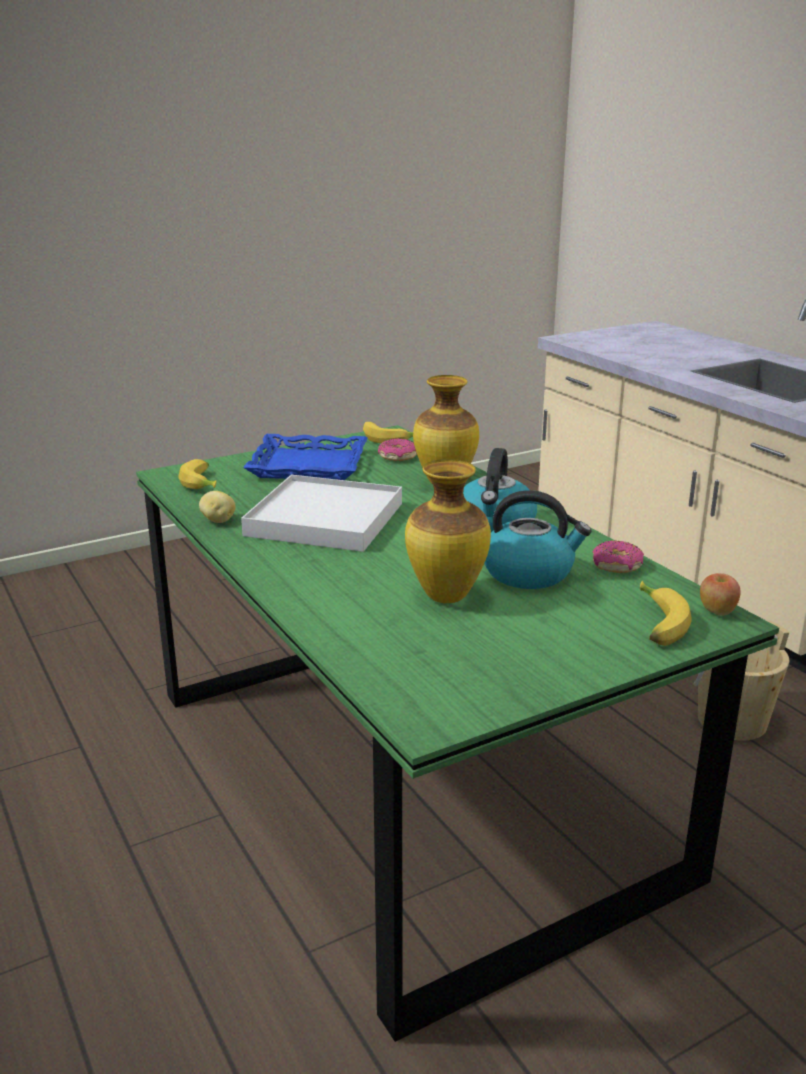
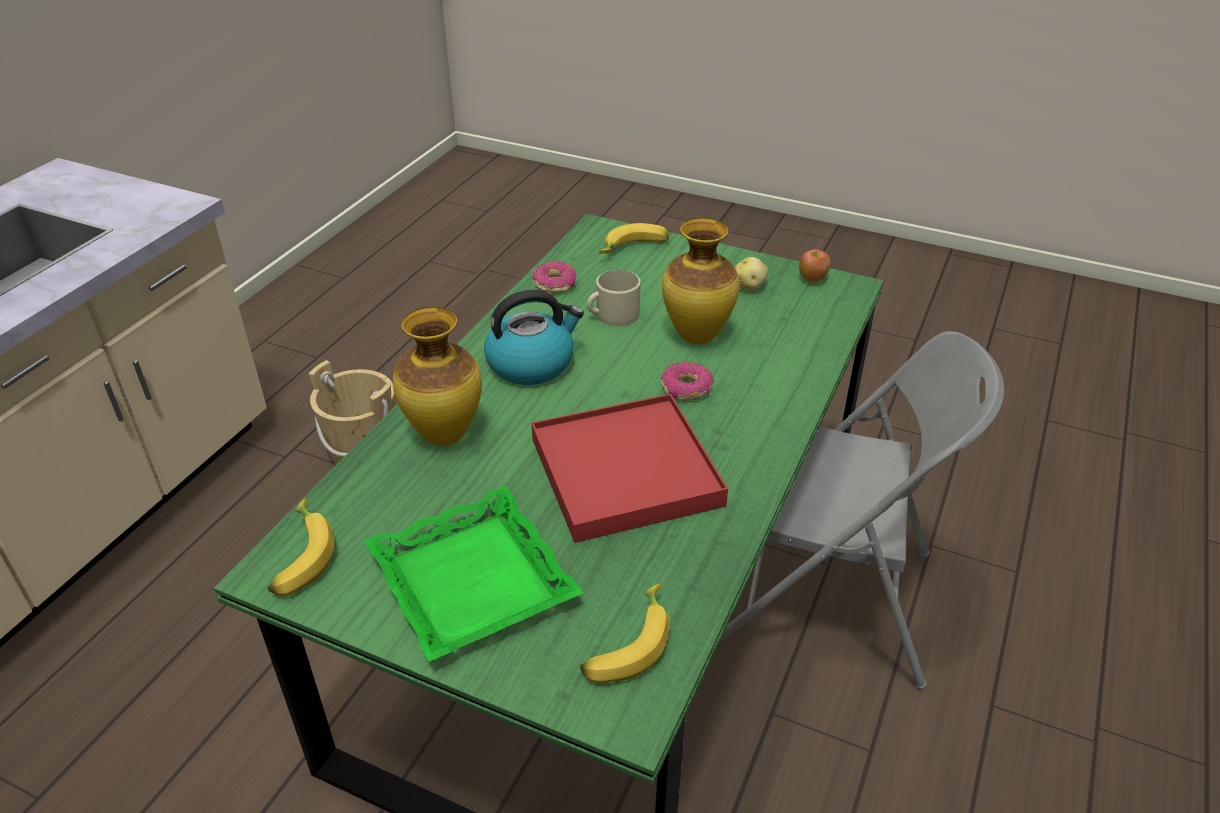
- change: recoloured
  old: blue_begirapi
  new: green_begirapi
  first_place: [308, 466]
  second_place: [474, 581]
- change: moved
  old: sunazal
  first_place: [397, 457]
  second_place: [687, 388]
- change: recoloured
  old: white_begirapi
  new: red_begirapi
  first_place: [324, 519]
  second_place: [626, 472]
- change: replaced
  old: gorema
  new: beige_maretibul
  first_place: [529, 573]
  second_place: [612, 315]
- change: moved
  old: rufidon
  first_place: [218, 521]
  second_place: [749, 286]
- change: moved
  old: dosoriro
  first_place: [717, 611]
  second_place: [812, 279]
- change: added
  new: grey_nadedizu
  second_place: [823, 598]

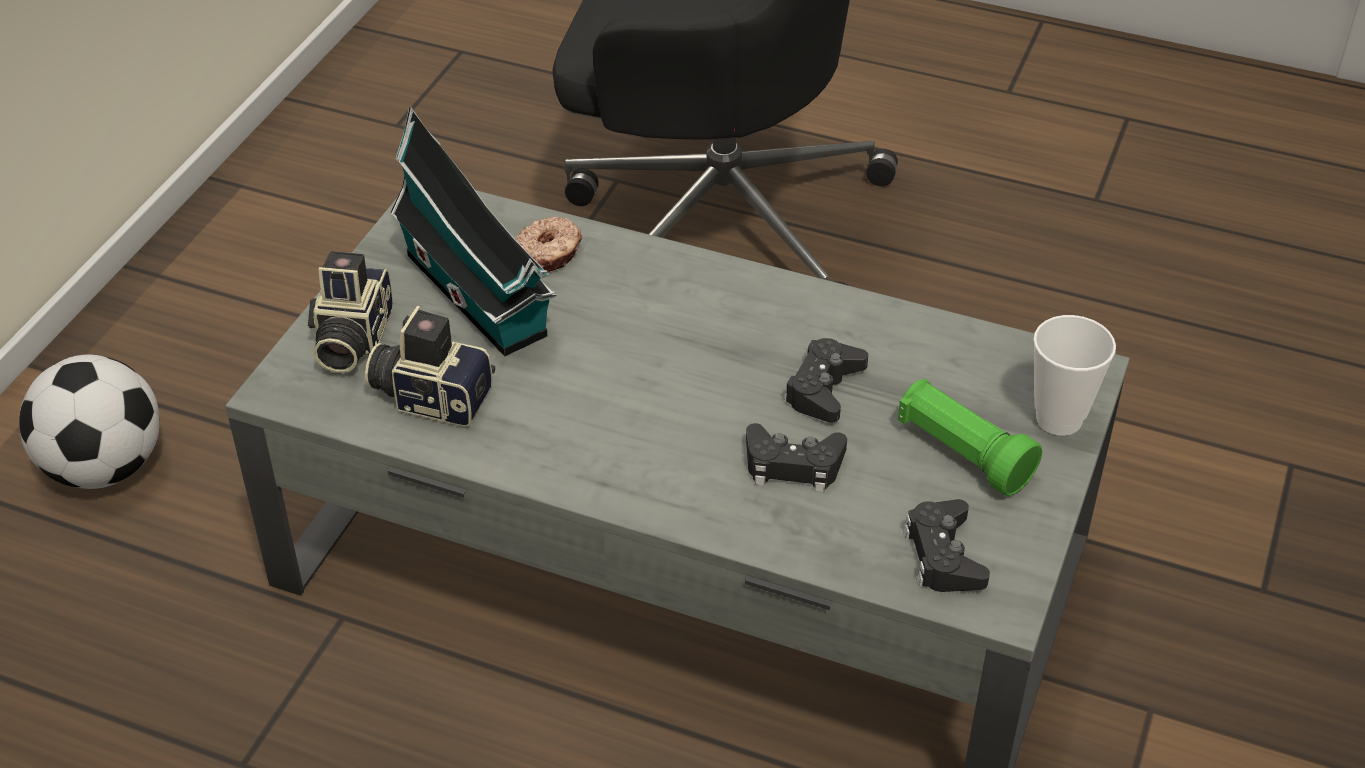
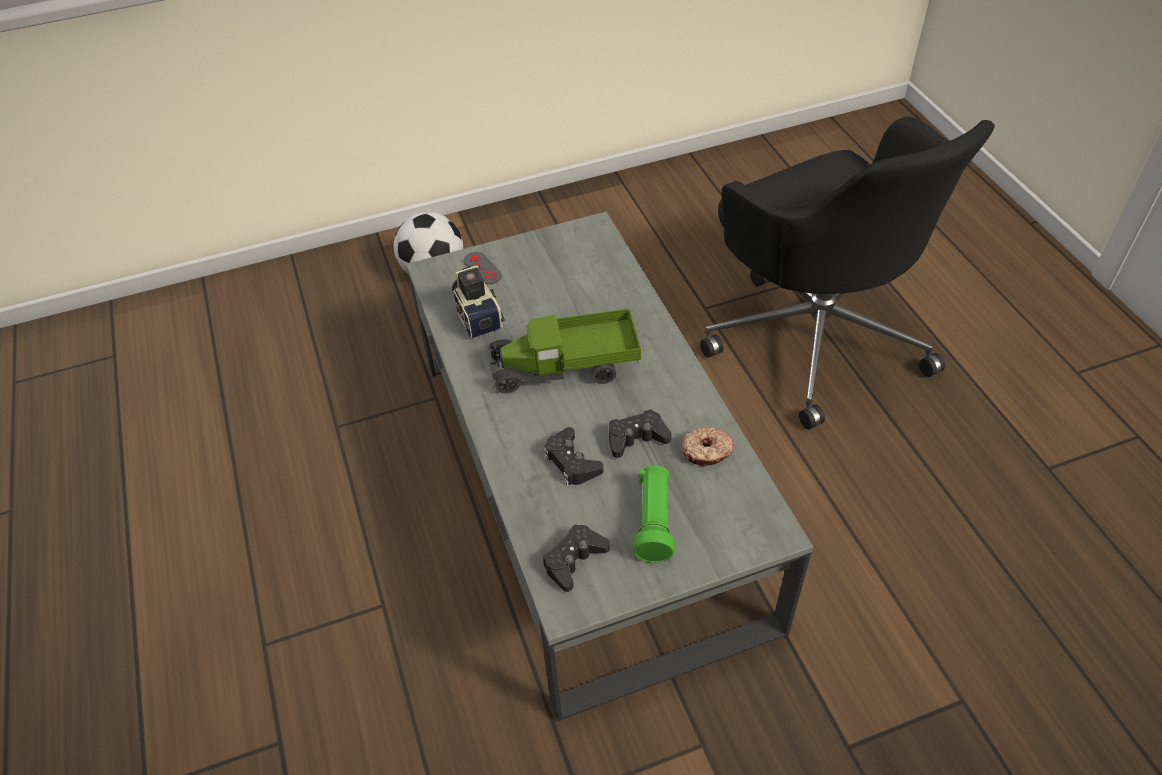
- change: removed
  old: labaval
  first_place: [480, 299]
- change: moved
  old: sunazal
  first_place: [549, 254]
  second_place: [706, 452]
- change: replaced
  old: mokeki
  new: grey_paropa
  first_place: [350, 339]
  second_place: [482, 268]
- change: removed
  old: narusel
  first_place: [1059, 419]
- change: added
  new: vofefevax
  second_place: [566, 368]

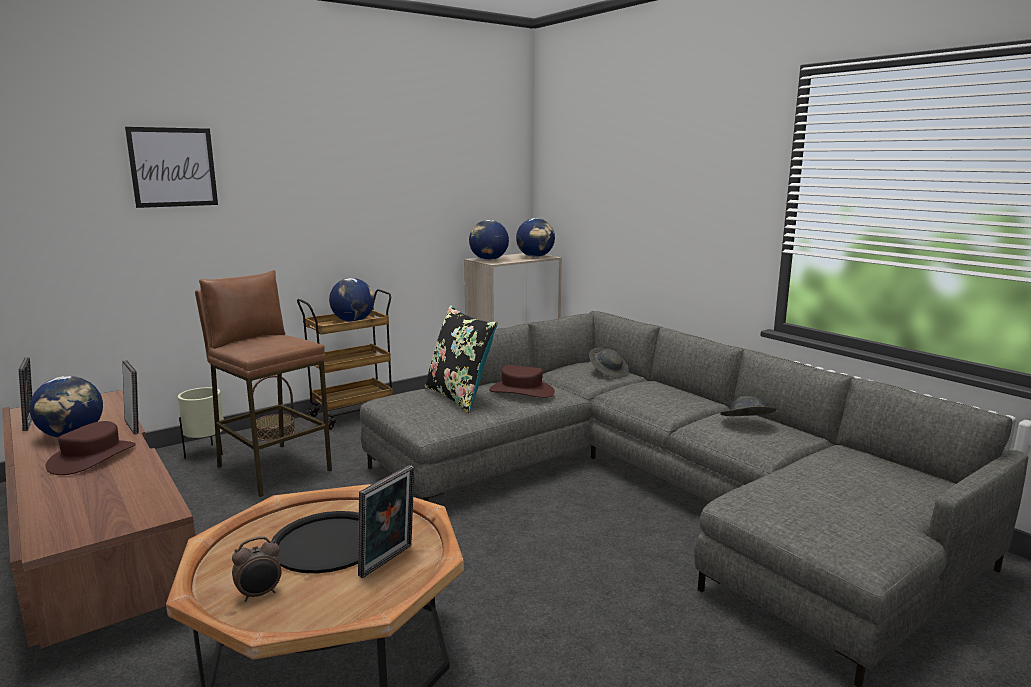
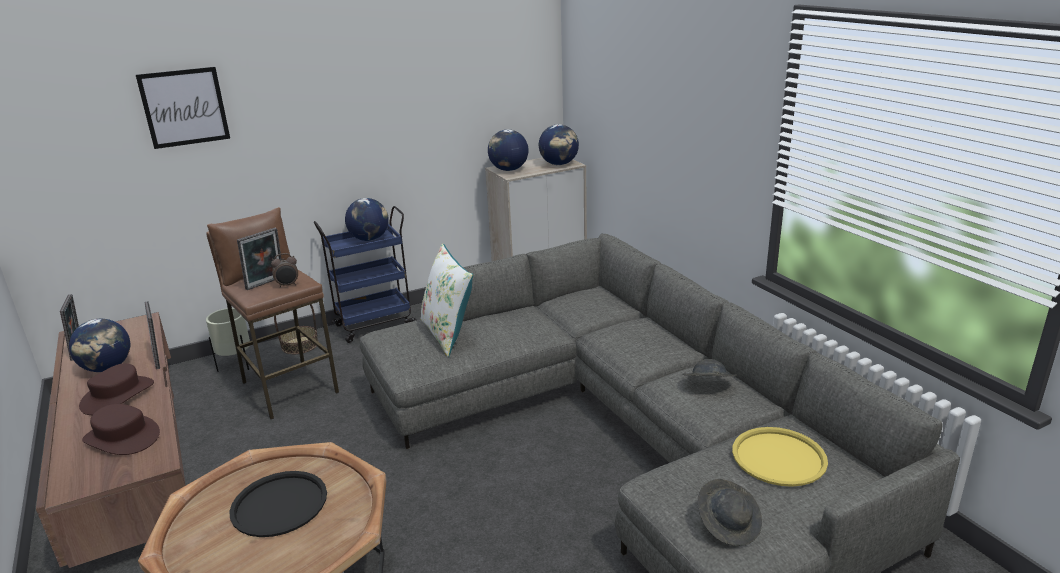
- change: recoloured
  old: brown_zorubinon
  new: blue_zorubinon
  first_place: [353, 415]
  second_place: [375, 325]
- change: recoloured
  old: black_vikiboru
  new: white_vikiboru
  first_place: [459, 396]
  second_place: [448, 334]
- change: moved
  old: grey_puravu
  first_place: [608, 373]
  second_place: [729, 524]
- change: moved
  old: brown_puravu
  first_place: [521, 391]
  second_place: [122, 437]
- change: moved
  old: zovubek
  first_place: [389, 562]
  second_place: [266, 283]
- change: moved
  old: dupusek
  first_place: [260, 594]
  second_place: [288, 285]
- change: added
  new: yellow_begirapi
  second_place: [778, 457]

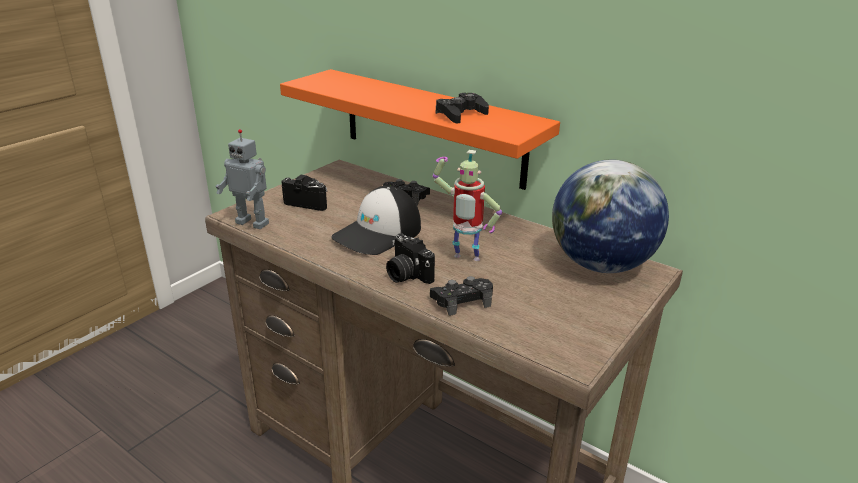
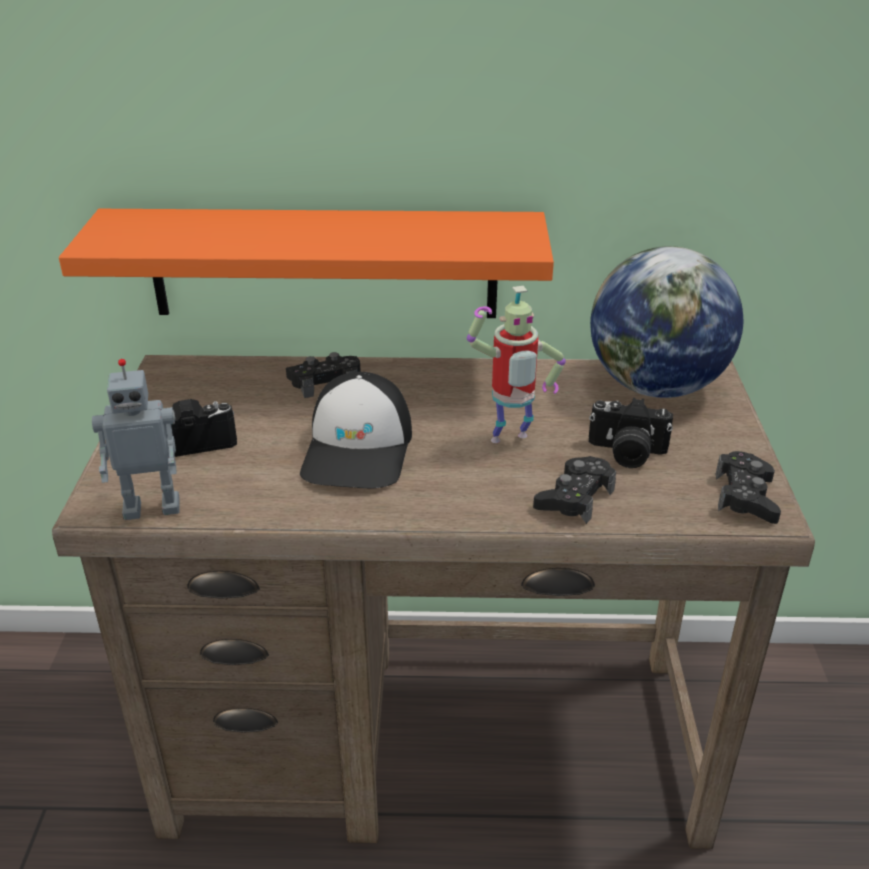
- change: moved
  old: black_paropa
  first_place: [460, 114]
  second_place: [745, 496]
- change: moved
  old: mokeki
  first_place: [406, 274]
  second_place: [626, 453]

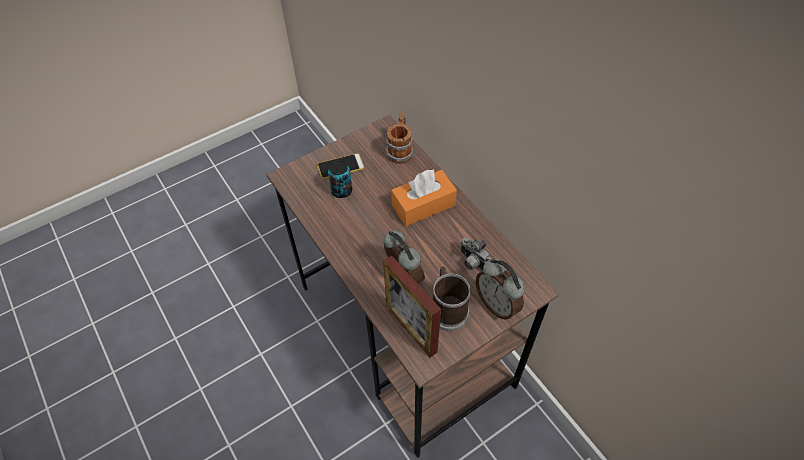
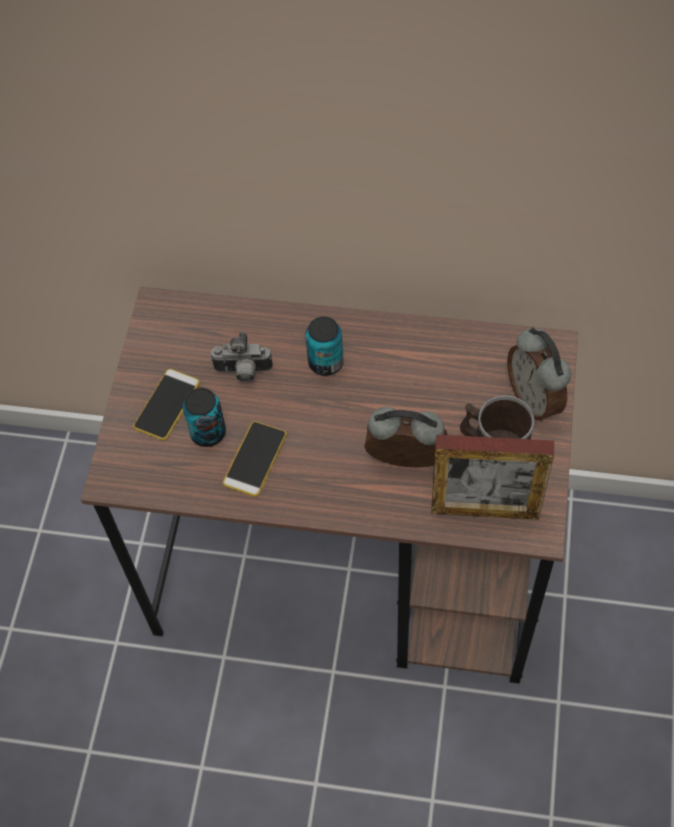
- change: removed
  old: maretibul
  first_place: [400, 150]
- change: replaced
  old: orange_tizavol
  new: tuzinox
  first_place: [423, 205]
  second_place: [325, 362]
- change: moved
  old: mokeki
  first_place: [472, 263]
  second_place: [243, 372]
- change: turned
  old: dupusek
  first_place: [497, 304]
  second_place: [535, 399]
  degrees: 60
- change: added
  new: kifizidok
  second_place: [255, 459]

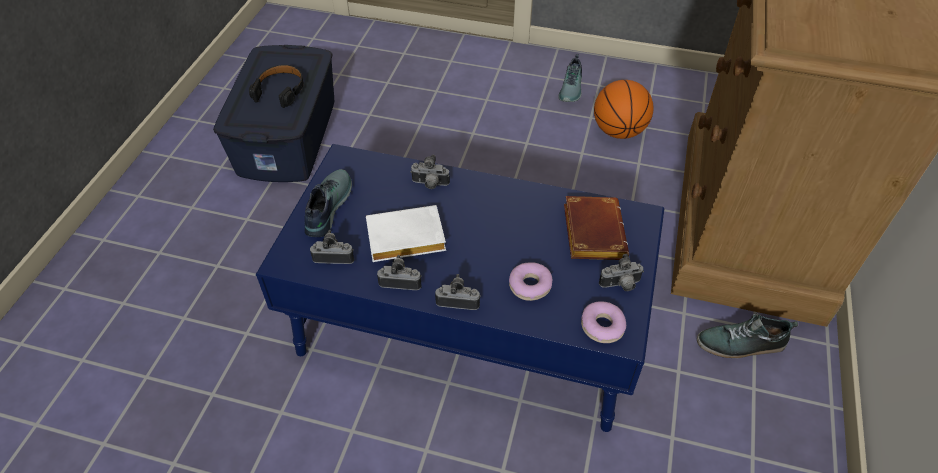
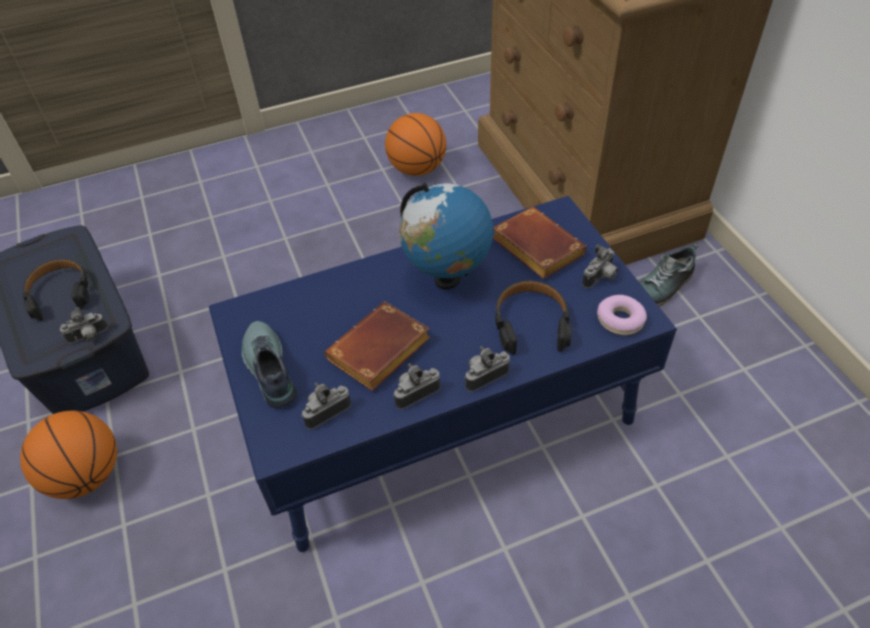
- change: removed
  old: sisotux
  first_place: [572, 88]
- change: moved
  old: mokeki
  first_place: [430, 184]
  second_place: [89, 337]
- change: recoloured
  old: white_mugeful
  new: brown_mugeful
  first_place: [404, 240]
  second_place: [379, 353]
- change: replaced
  old: sunazal
  new: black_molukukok
  first_place: [530, 285]
  second_place: [531, 323]
- change: added
  new: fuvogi
  second_place: [447, 279]
- change: added
  new: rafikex
  second_place: [86, 475]

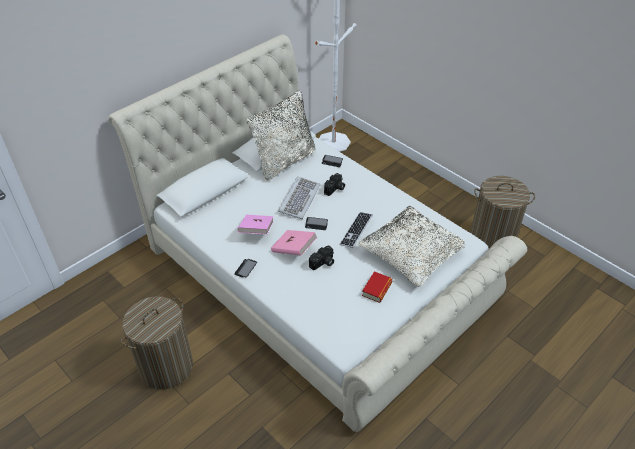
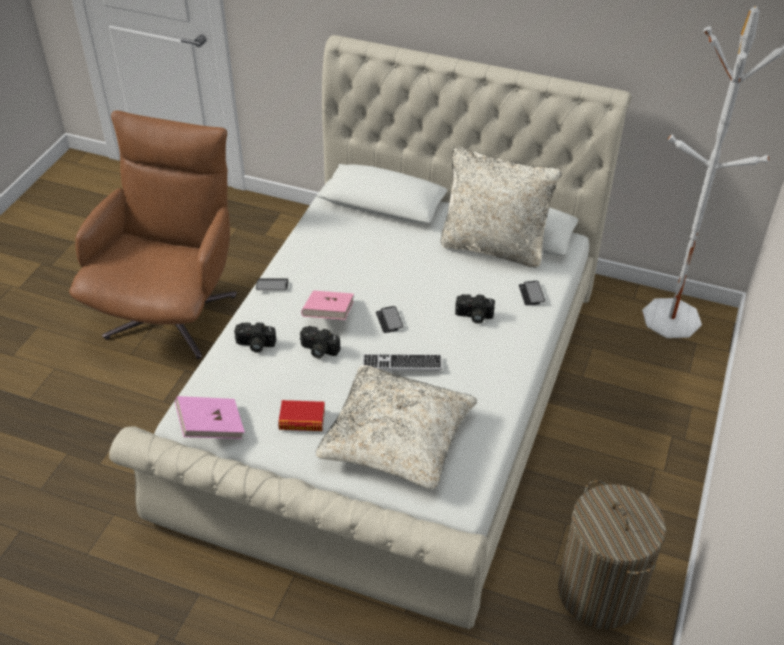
- change: removed
  old: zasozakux
  first_place: [299, 199]
- change: moved
  old: pink_mugeful
  first_place: [256, 231]
  second_place: [211, 427]
- change: replaced
  old: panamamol
  new: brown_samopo
  first_place: [166, 366]
  second_place: [172, 315]
- change: added
  new: mokeki
  second_place: [255, 345]

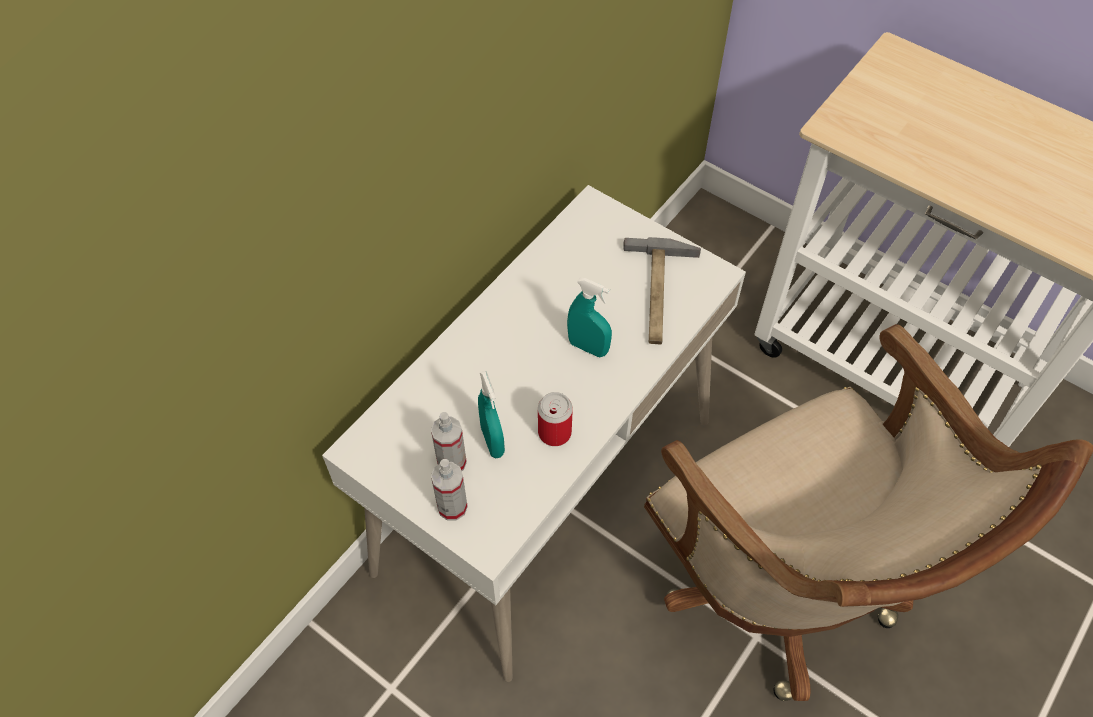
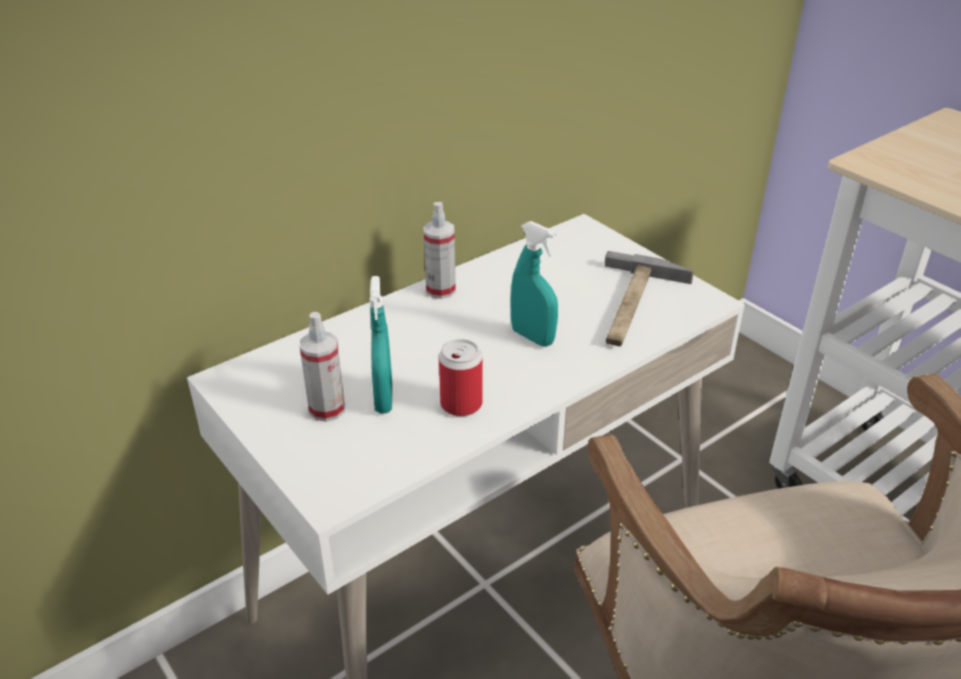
- change: moved
  old: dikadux
  first_place: [452, 507]
  second_place: [440, 290]

